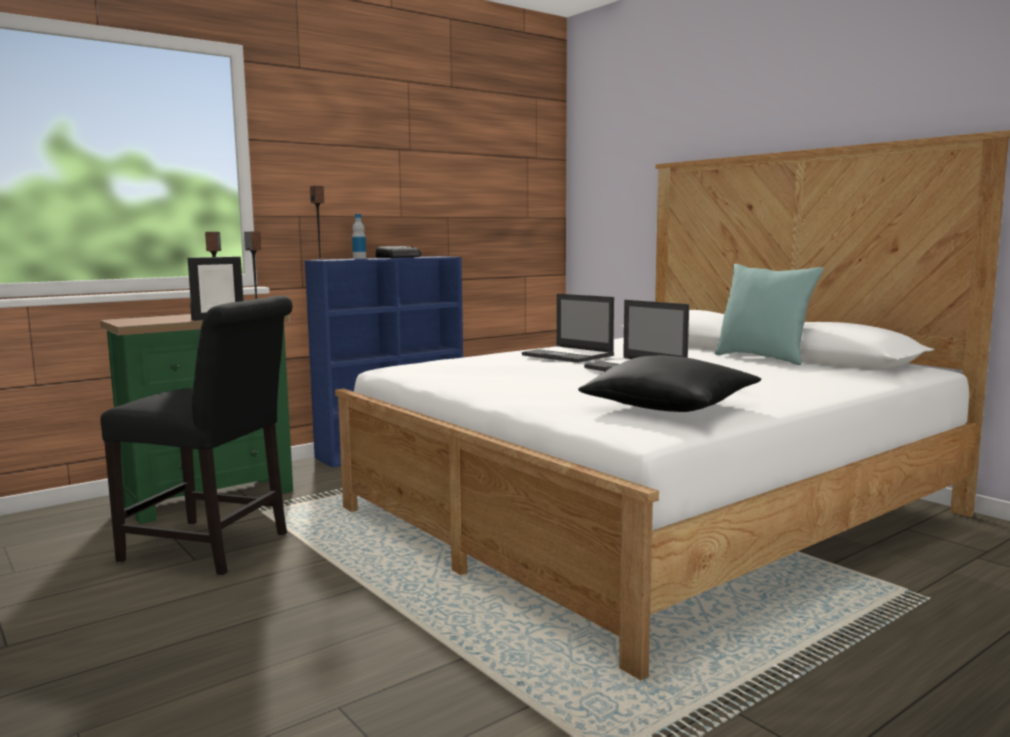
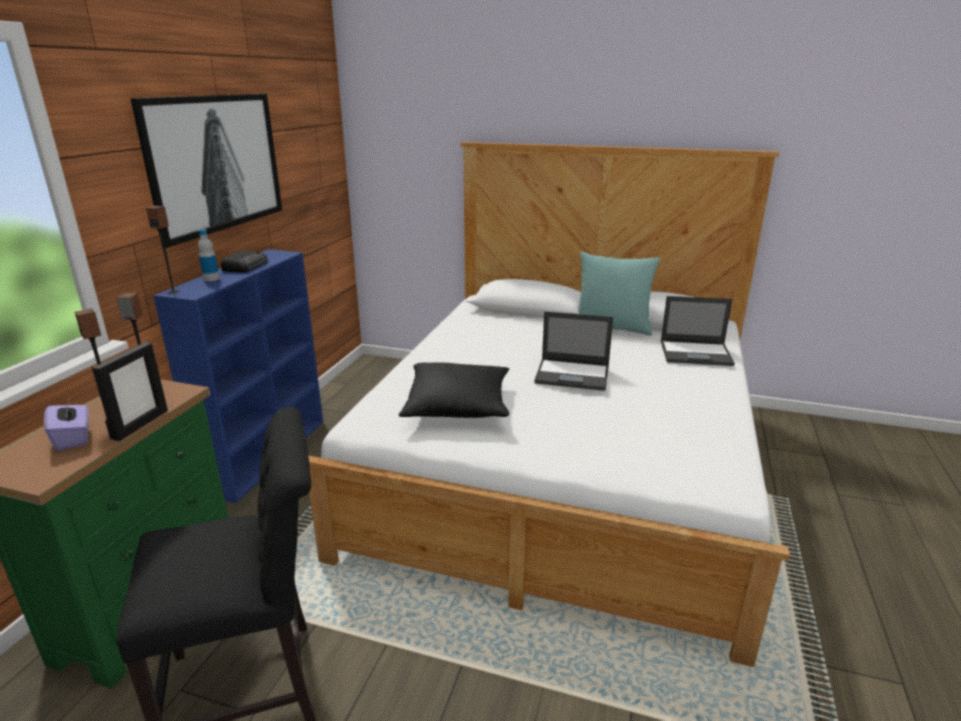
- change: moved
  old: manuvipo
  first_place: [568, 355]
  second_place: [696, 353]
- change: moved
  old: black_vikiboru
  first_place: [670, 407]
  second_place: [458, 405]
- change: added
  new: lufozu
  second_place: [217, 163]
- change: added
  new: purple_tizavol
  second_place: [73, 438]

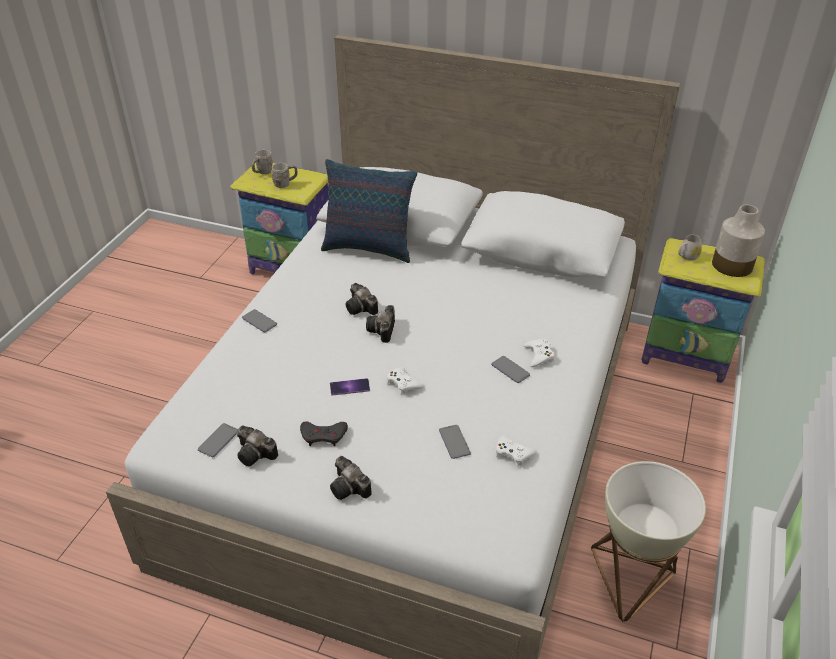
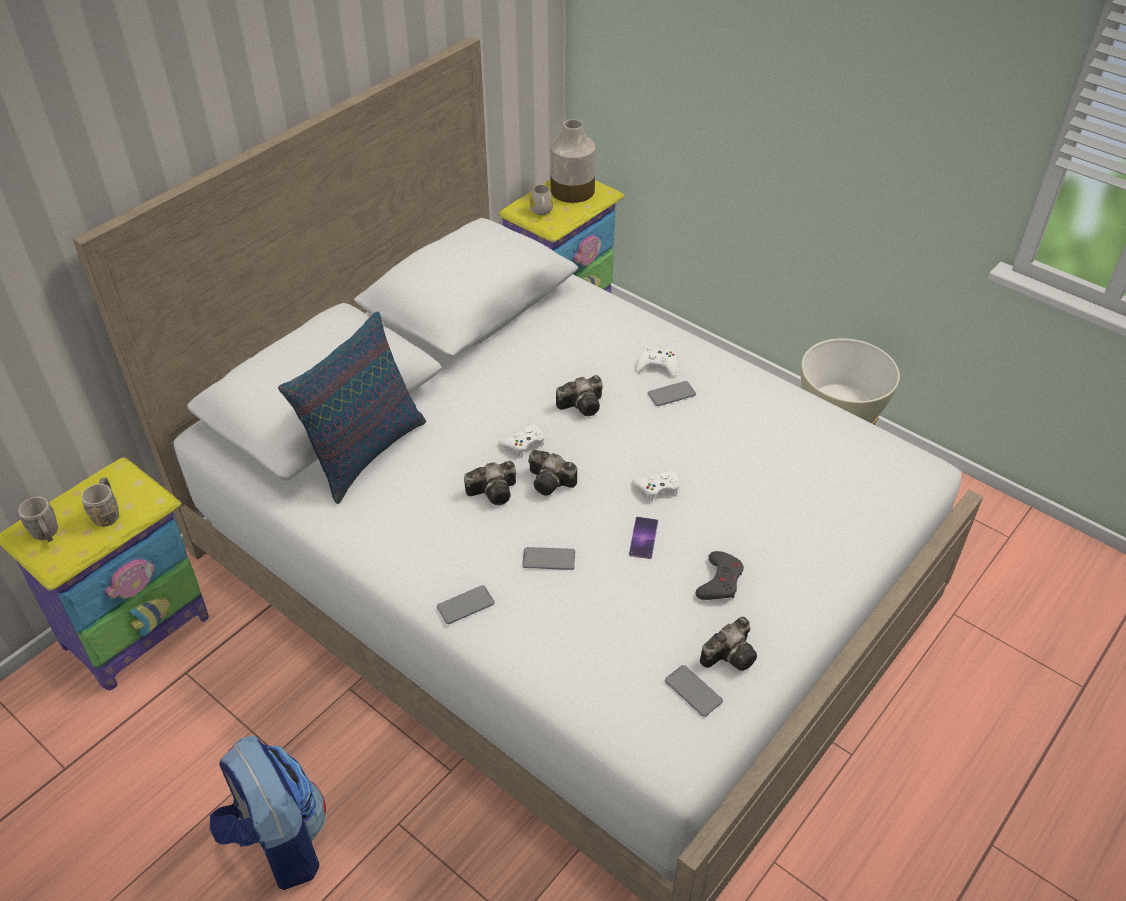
- change: moved
  old: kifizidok
  first_place: [454, 442]
  second_place: [548, 559]
- change: moved
  old: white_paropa
  first_place: [513, 453]
  second_place: [523, 443]
- change: moved
  old: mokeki
  first_place: [350, 489]
  second_place: [583, 405]
- change: added
  new: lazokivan
  second_place: [278, 842]

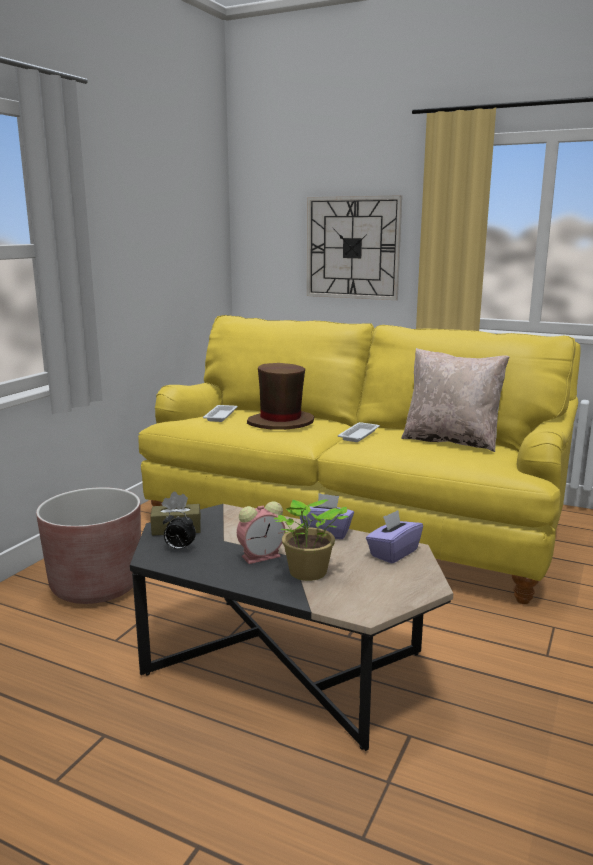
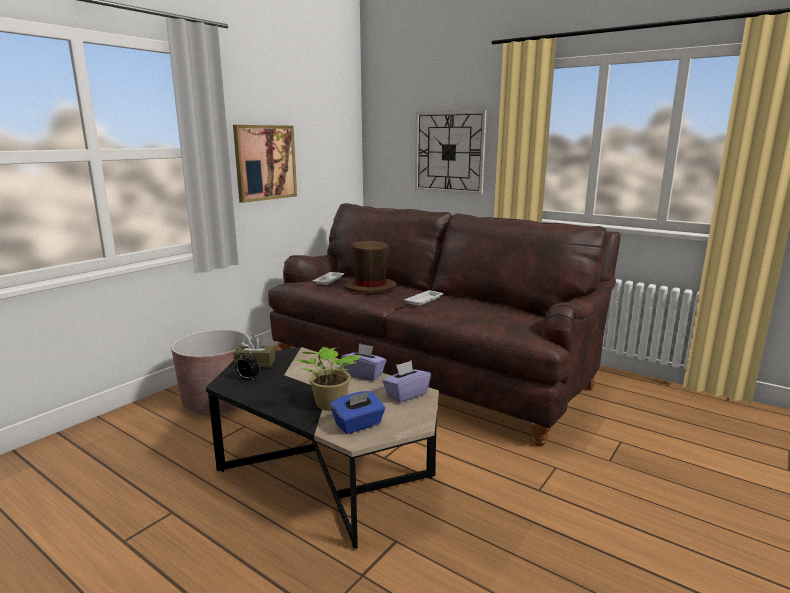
- change: recoloured
  old: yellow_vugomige
  new: brown_vugomige
  first_place: [356, 520]
  second_place: [432, 368]
- change: removed
  old: beige_vikiboru
  first_place: [451, 441]
- change: removed
  old: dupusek
  first_place: [262, 556]
- change: added
  new: lufozu
  second_place: [265, 162]
- change: added
  new: blue_tizavol
  second_place: [358, 425]

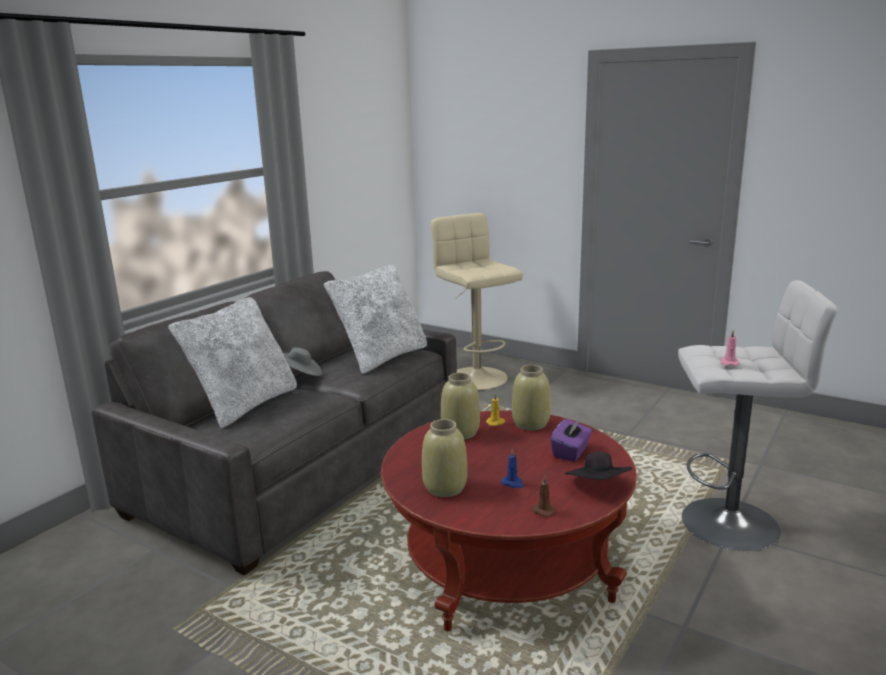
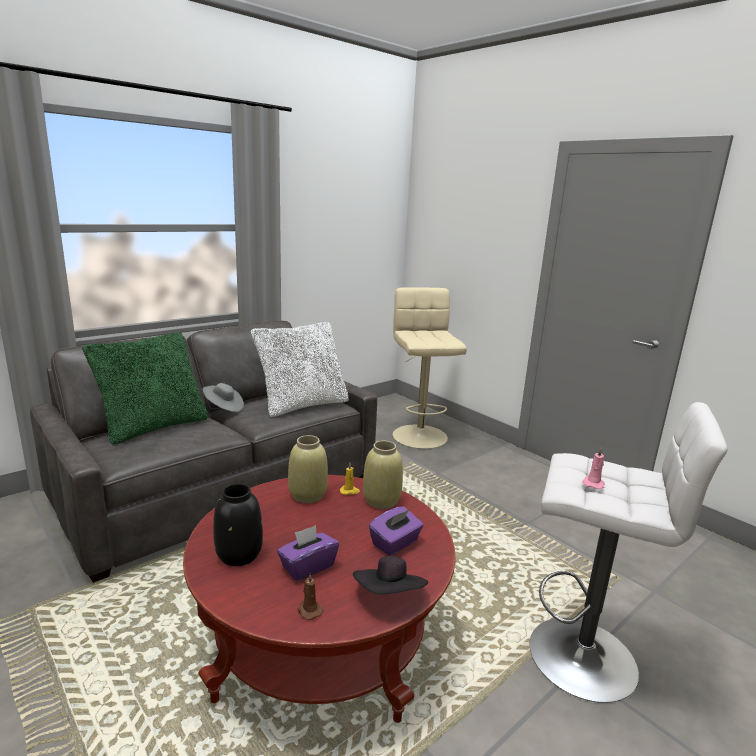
- change: recoloured
  old: white_vikiboru
  new: green_vikiboru
  first_place: [244, 403]
  second_place: [154, 425]
- change: recoloured
  old: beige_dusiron
  new: black_dusiron
  first_place: [445, 488]
  second_place: [239, 555]
- change: replaced
  old: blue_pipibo
  new: purple_tizavol
  first_place: [513, 483]
  second_place: [307, 566]

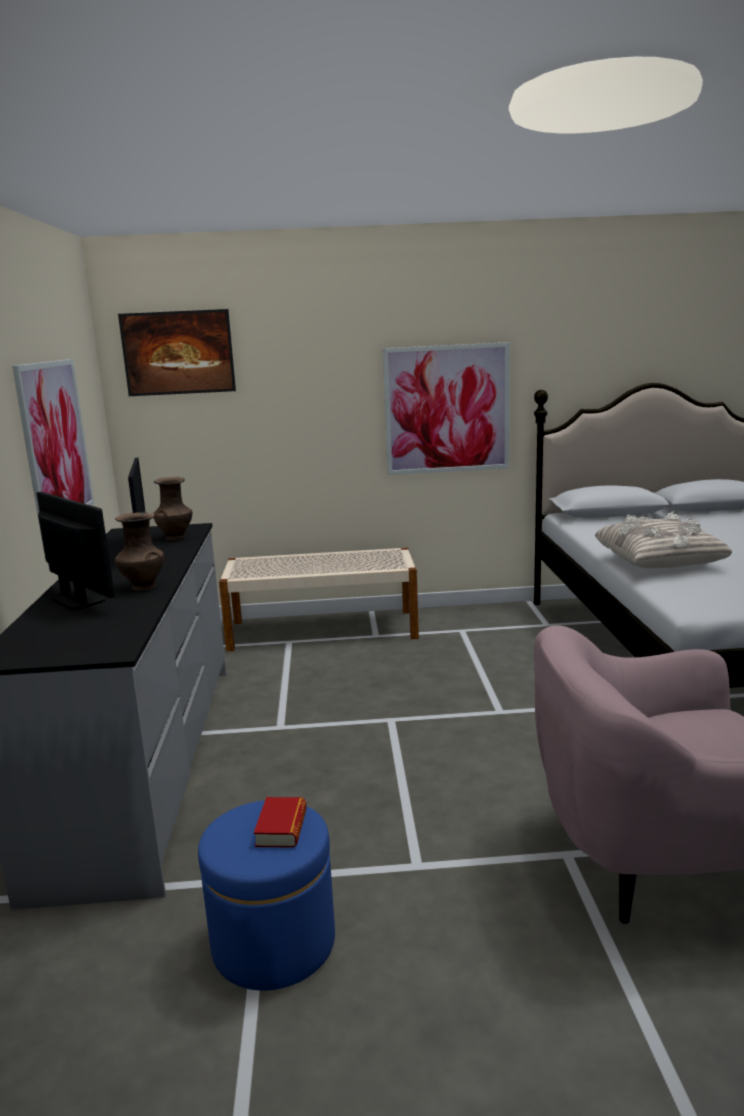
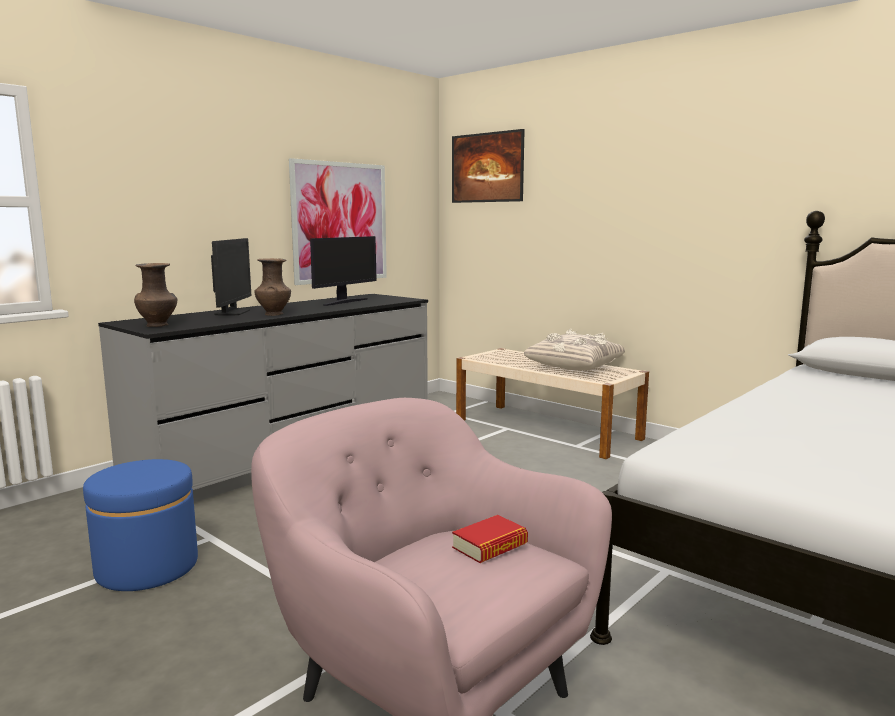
- change: removed
  old: lufozu
  first_place: [447, 409]
- change: moved
  old: brown_dusiron
  first_place: [175, 537]
  second_place: [158, 325]
- change: moved
  old: beige_vikiboru
  first_place: [658, 563]
  second_place: [574, 368]
- change: moved
  old: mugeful
  first_place: [281, 828]
  second_place: [490, 546]

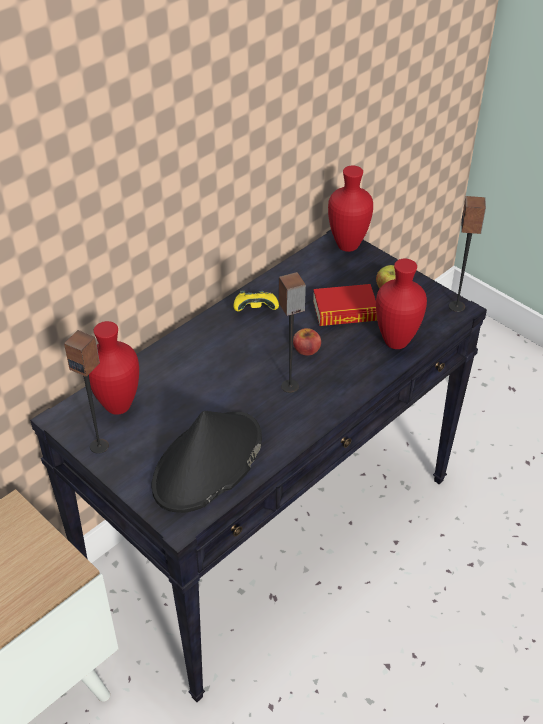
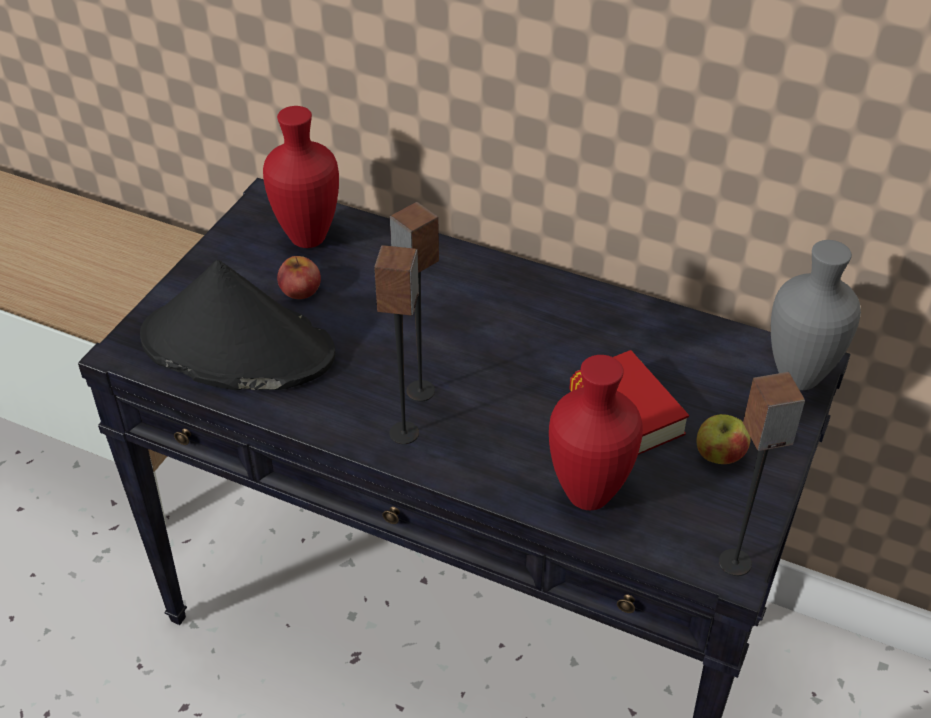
- change: recoloured
  old: red_dusiron
  new: grey_dusiron
  first_place: [347, 245]
  second_place: [800, 377]
- change: removed
  old: yellow_paropa
  first_place: [256, 310]
- change: moved
  old: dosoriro
  first_place: [306, 349]
  second_place: [300, 289]
- change: moved
  old: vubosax
  first_place: [99, 446]
  second_place: [404, 433]

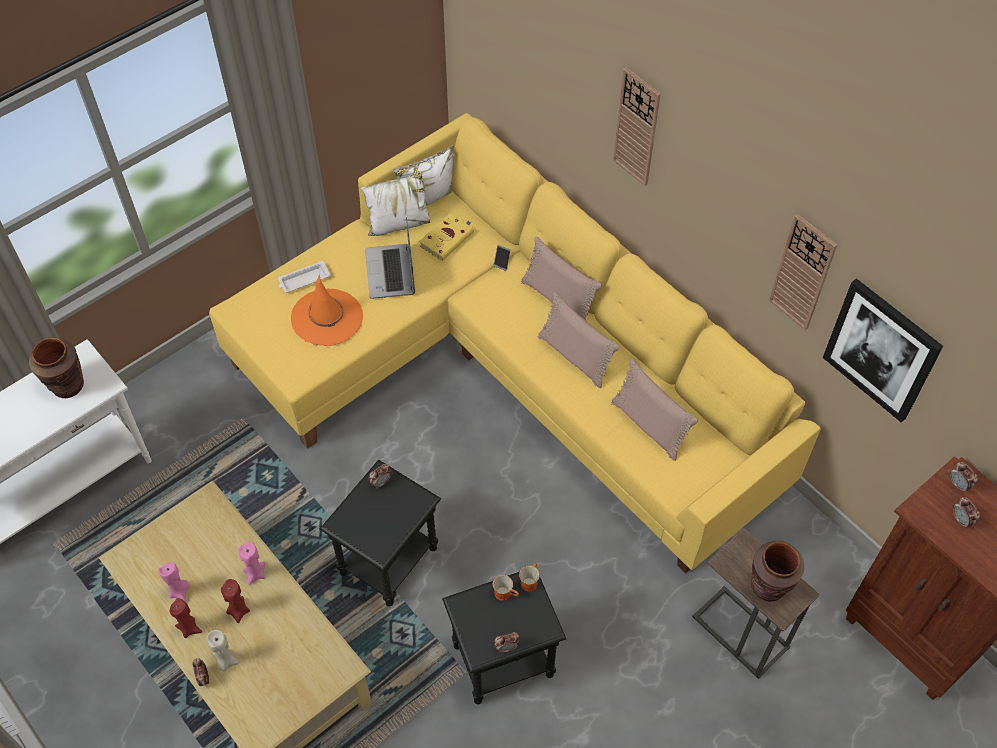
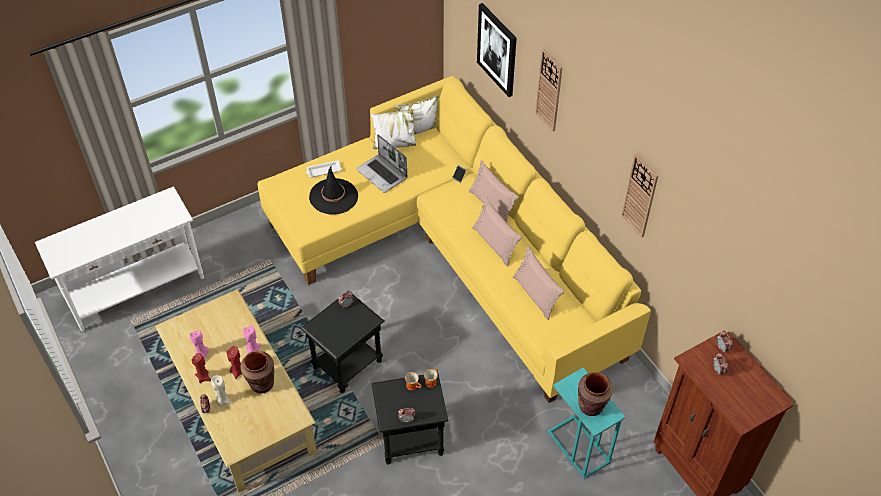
- change: removed
  old: yellow_mugeful
  first_place: [447, 238]
- change: turned
  old: manuvipo
  first_place: [391, 273]
  second_place: [382, 174]
  degrees: -45
- change: recoloured
  old: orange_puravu
  new: black_puravu
  first_place: [327, 317]
  second_place: [333, 196]
- change: moved
  old: lufozu
  first_place: [881, 350]
  second_place: [497, 49]
- change: moved
  old: brown_dusiron
  first_place: [67, 386]
  second_place: [262, 384]
- change: recoloured
  old: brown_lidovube
  new: turquoise_lidovube
  first_place: [741, 632]
  second_place: [579, 447]

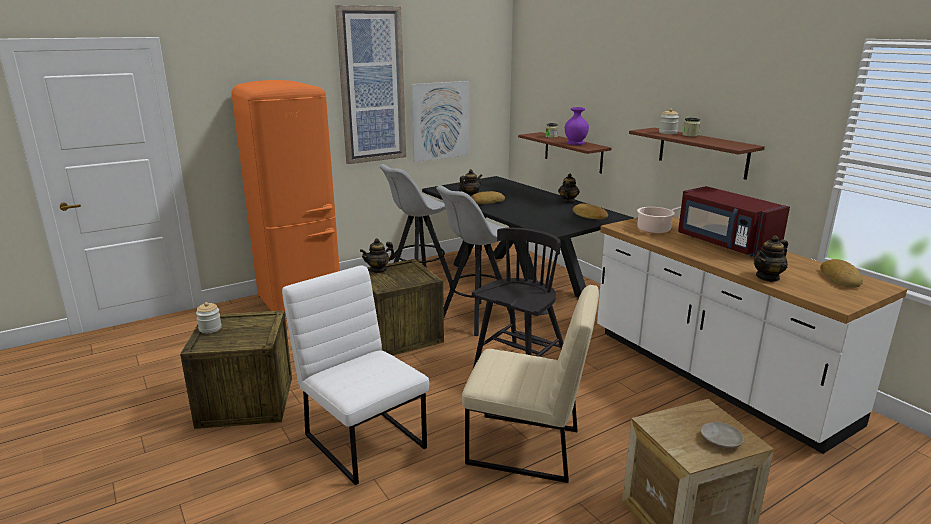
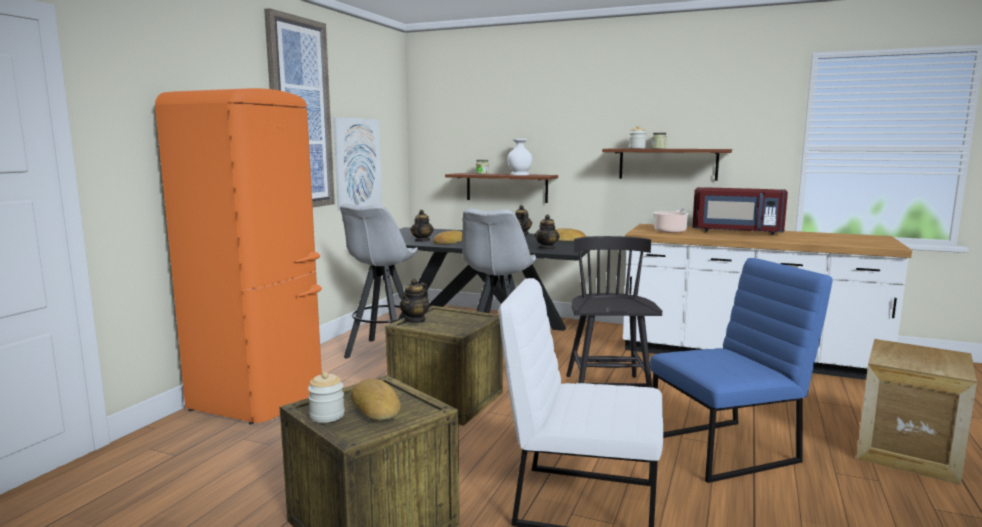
- change: recoloured
  old: purple_dusiron
  new: white_dusiron
  first_place: [575, 143]
  second_place: [519, 174]
- change: moved
  old: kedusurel
  first_place: [768, 277]
  second_place: [547, 248]
- change: moved
  old: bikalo
  first_place: [841, 278]
  second_place: [377, 406]
- change: recoloured
  old: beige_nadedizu
  new: blue_nadedizu
  first_place: [527, 447]
  second_place: [727, 449]
- change: removed
  old: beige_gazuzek
  first_place: [720, 440]

